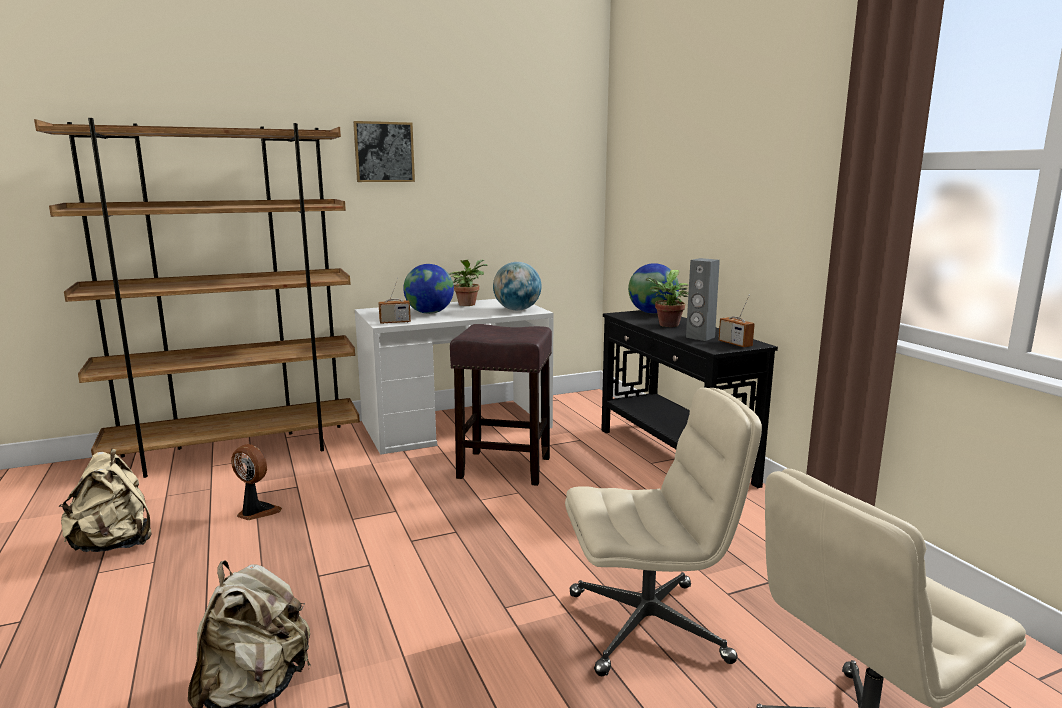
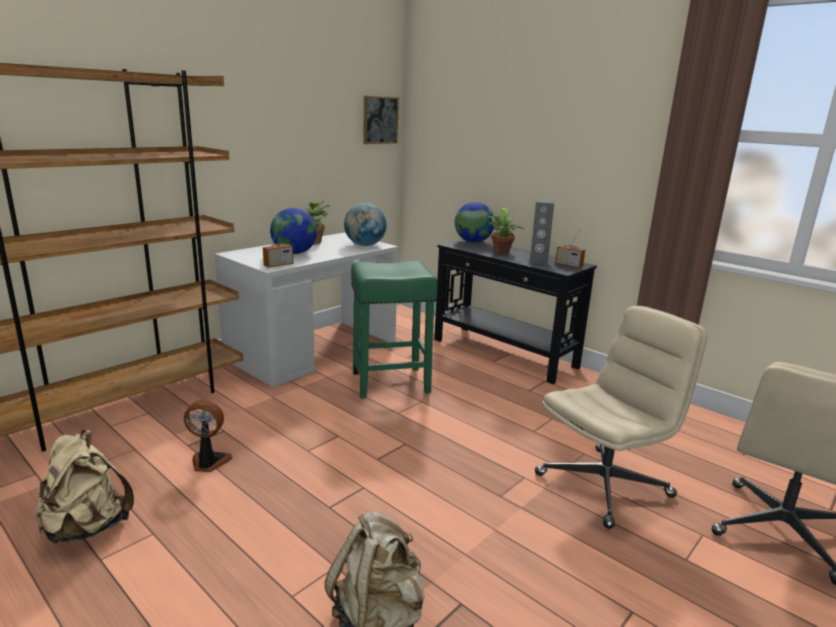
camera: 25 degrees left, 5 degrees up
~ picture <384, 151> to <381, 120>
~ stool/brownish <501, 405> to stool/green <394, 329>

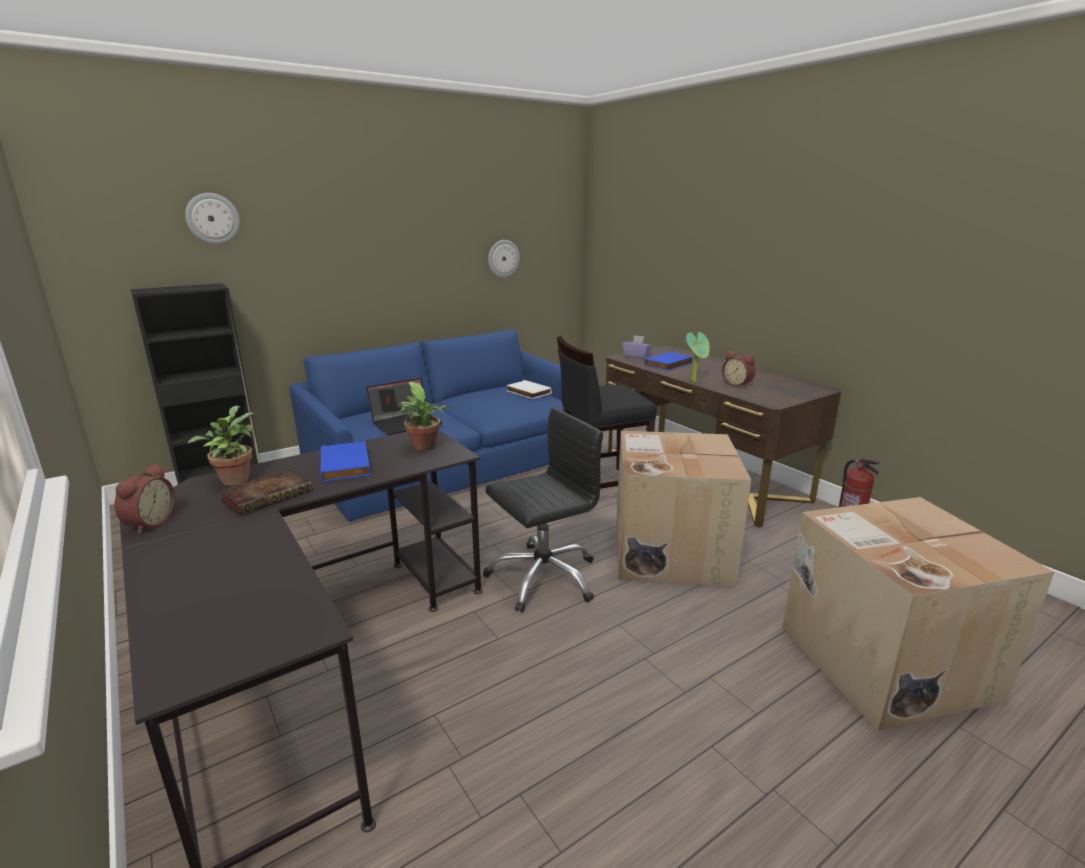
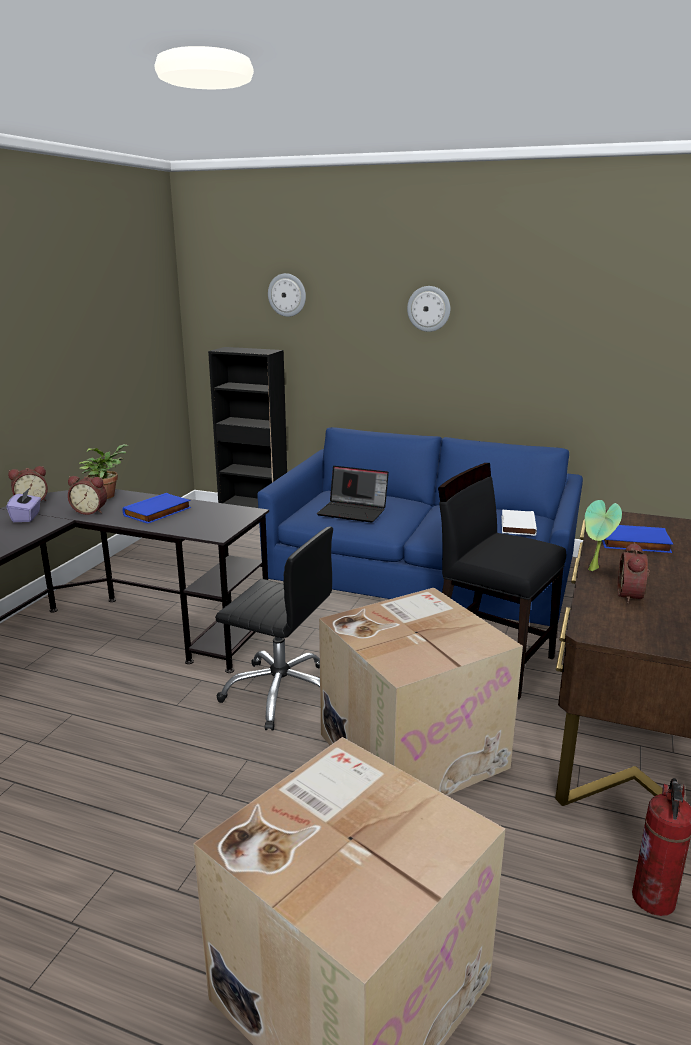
camera: 55 degrees right, 0 degrees up
~ bound book <265, 492> to table clock <87, 495>
- plant in a pot <425, 416>
~ wall clock <504, 259> to <428, 309>
~ tissue holder/purple-coloured <637, 347> to <24, 505>

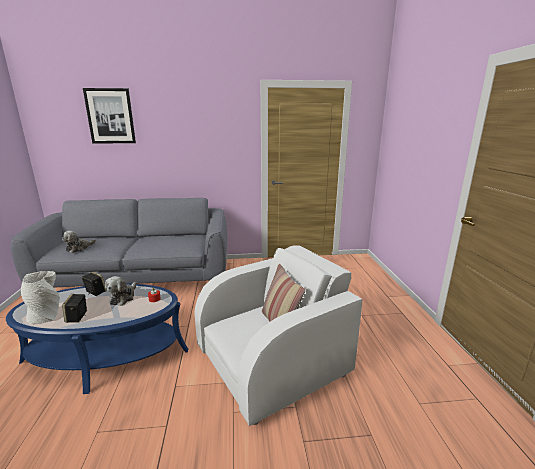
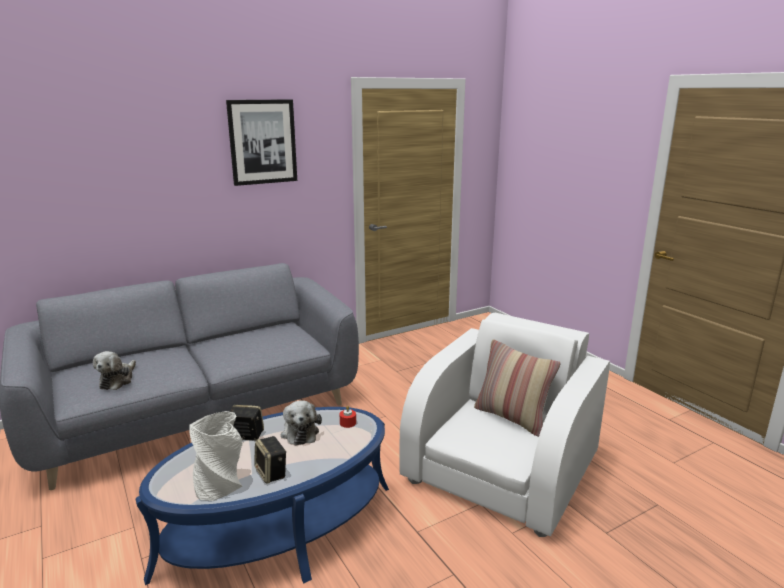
camera: 25 degrees left, 0 degrees up
~ picture <109, 116> to <261, 142>

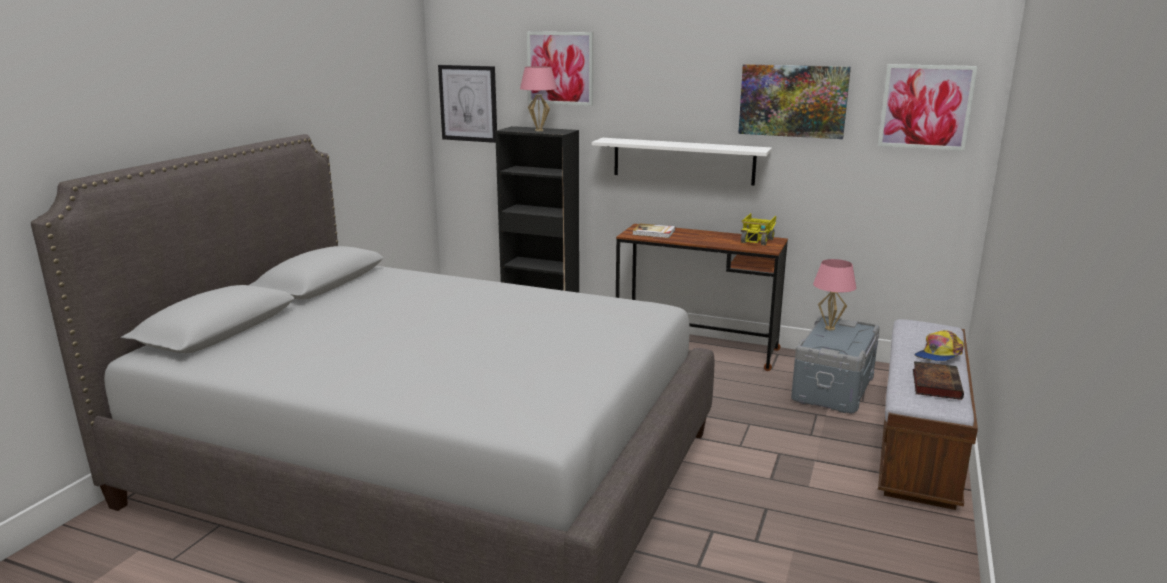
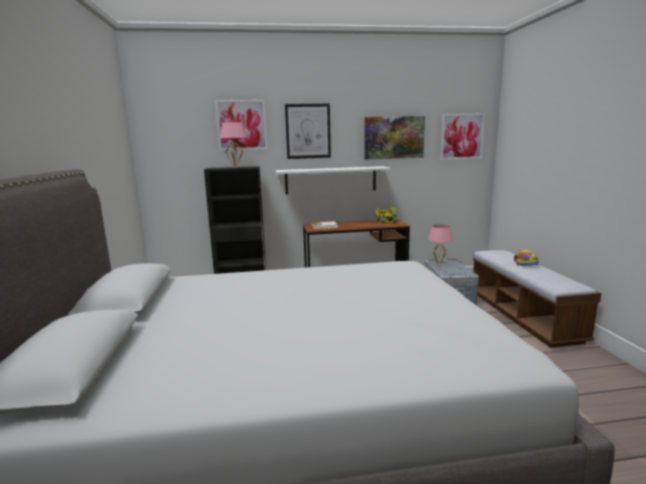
camera: 30 degrees left, 5 degrees down
~ picture <467, 104> to <308, 131>
- bound book <938, 380>

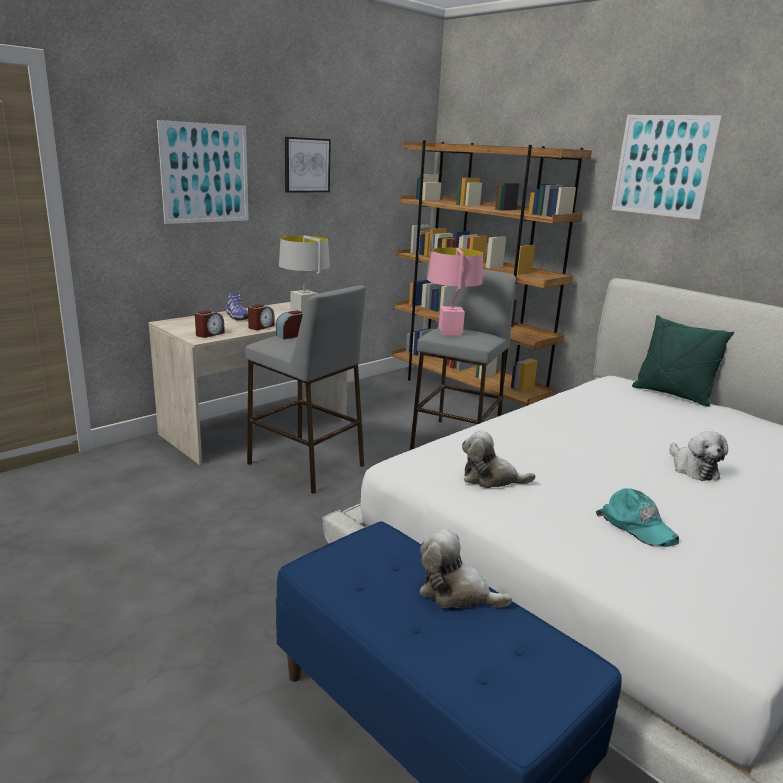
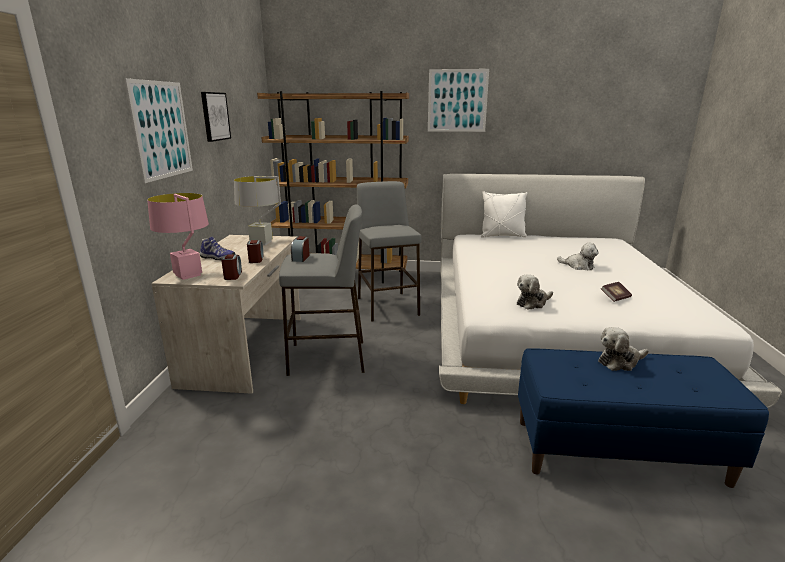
camera: 40 degrees left, 0 degrees up
~ lamp for a table/pink-coloured <455, 292> to <178, 236>
~ cap/turquoise <637, 517> to bound book <616, 292>
~ cushion/green <683, 361> to cushion/whitish <504, 214>

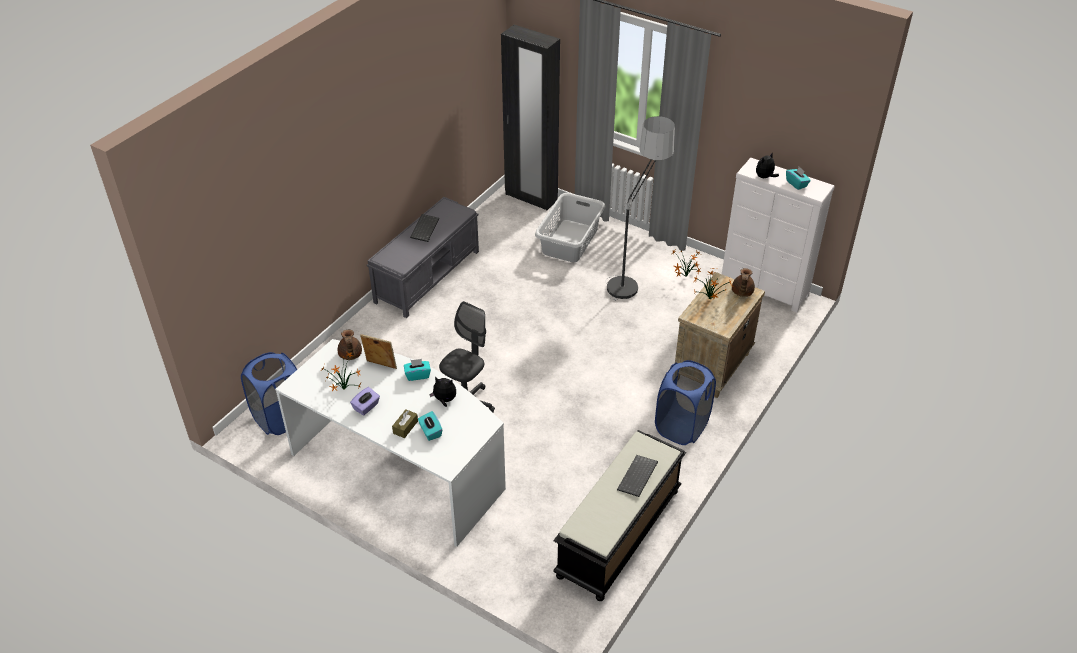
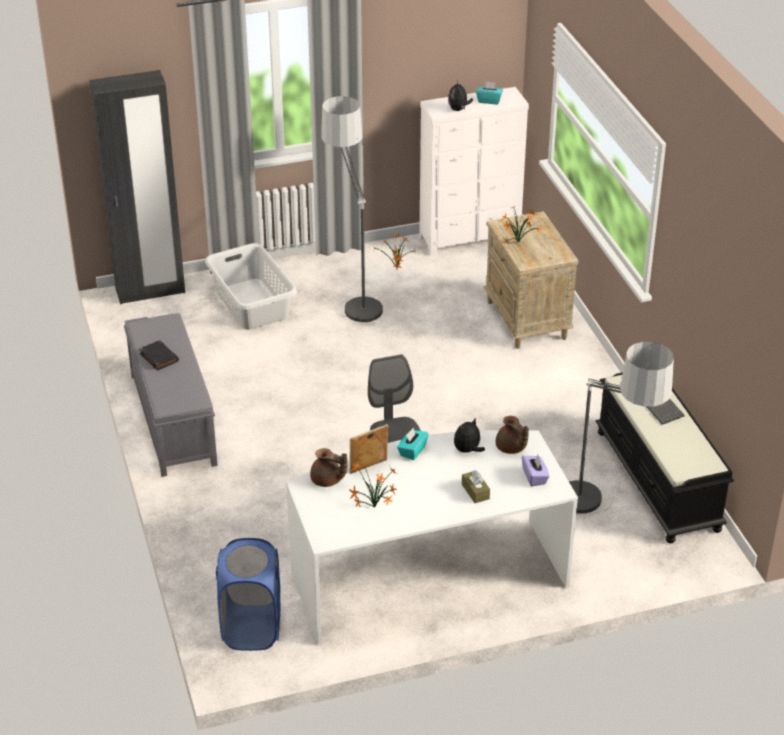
camera: 50 degrees left, 5 degrees down
~ tissue holder/purple-coloured <365, 401> to <535, 470>
~ computer keyboard <424, 228> to bound book/black <159, 355>
- tissue holder/turquoise <430, 426>
- washing basket/blue <685, 402>
~ teapot/brownish <743, 282> to <512, 435>
+ floor lamp <621, 428>

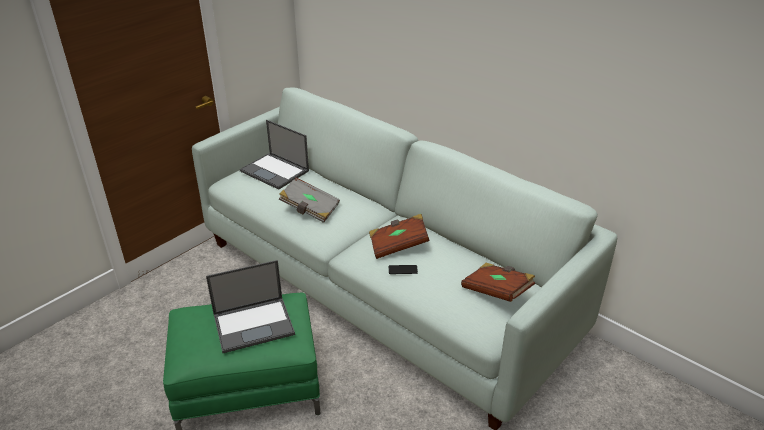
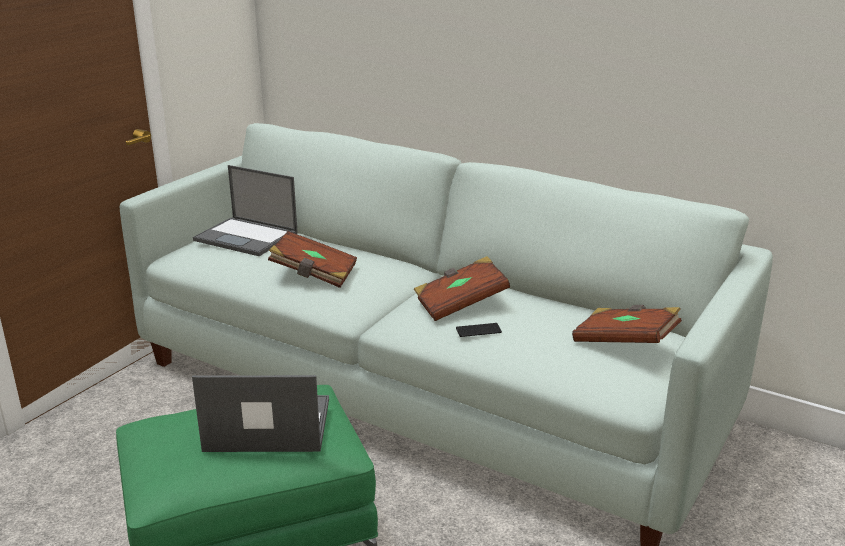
camera: 10 degrees left, 10 degrees down
~ laptop <250, 306> = <260, 413> 150 degrees counterclockwise
~ bound book/greyish <309, 200> to bound book/brownish <312, 259>

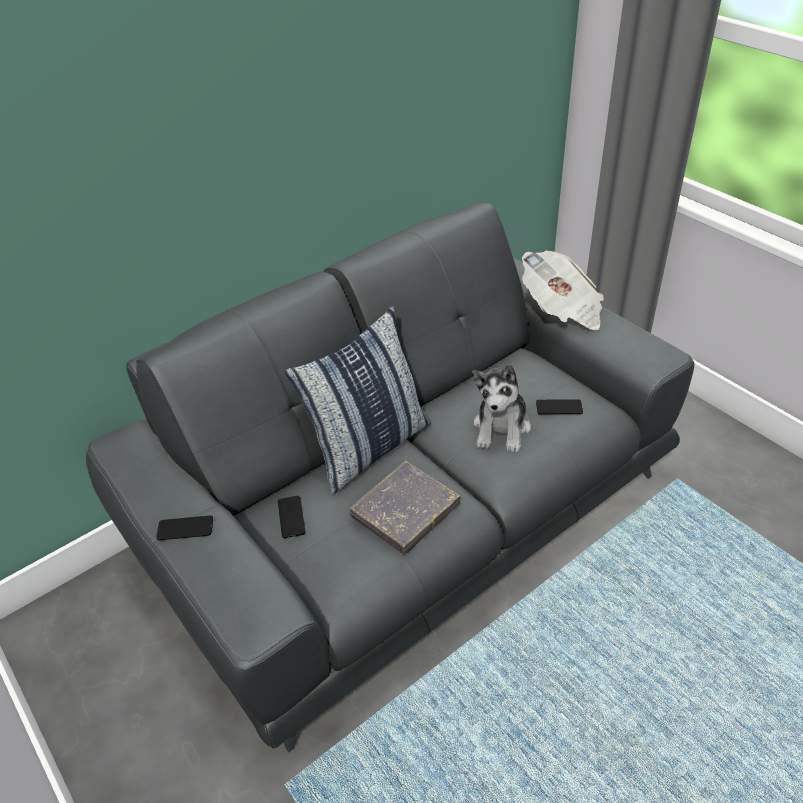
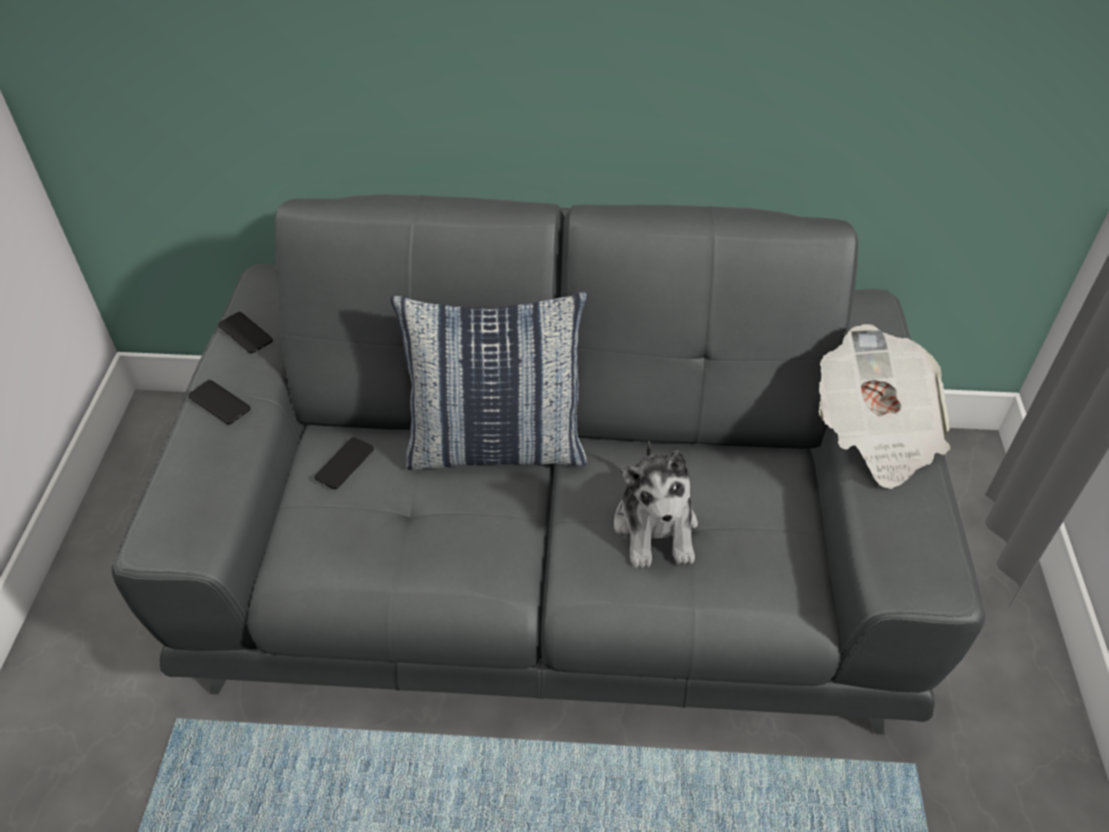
camera: 40 degrees right, 5 degrees up
- bound book/greyish <405, 507>
~ cuddly toy <501, 409> = <656, 504> 60 degrees counterclockwise
~ telephone <559, 406> to <245, 332>

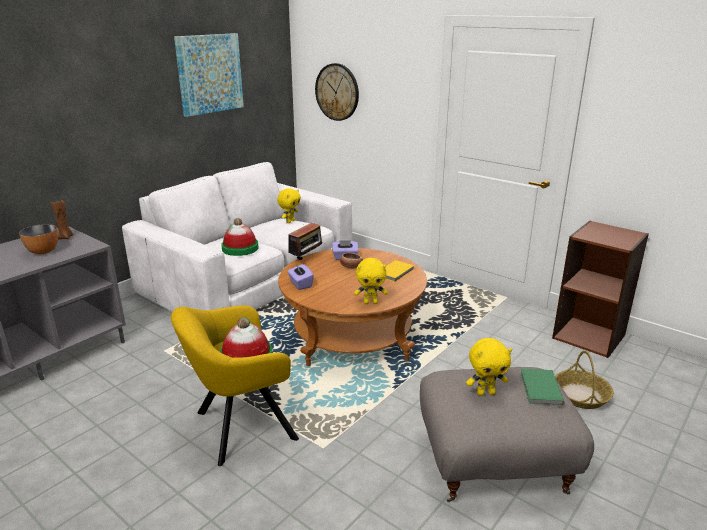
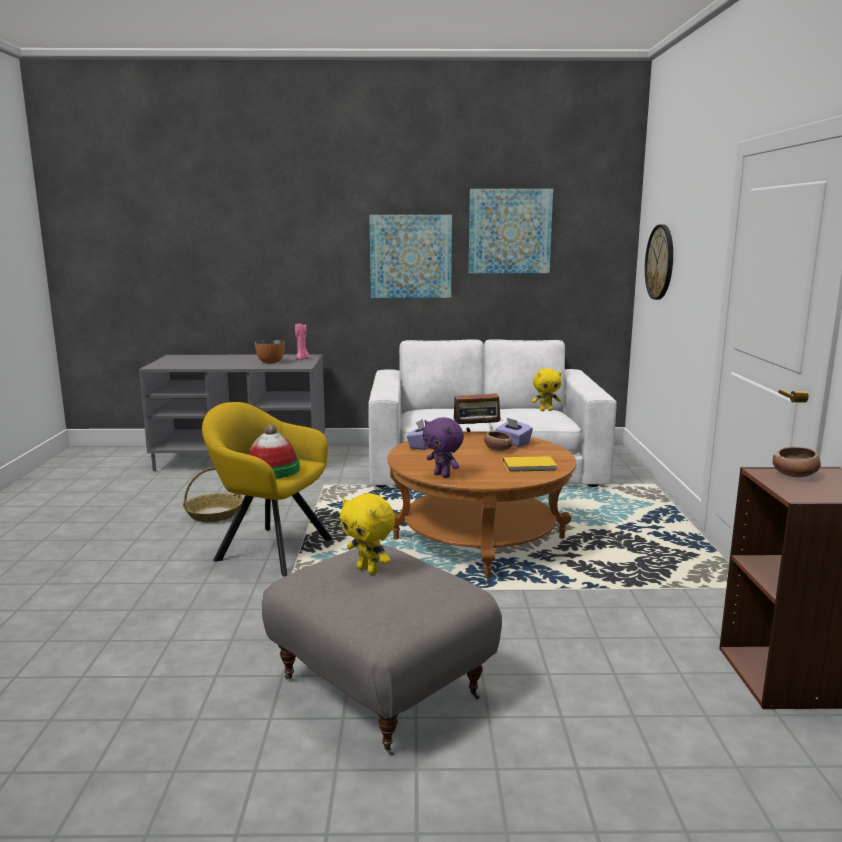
camera: 50 degrees right, 10 degrees down
~ wax candle/brownish <62, 219> to wax candle/pink-coloured <302, 341>
- hat <240, 237>
~ cuddly toy/yellow <371, 281> to cuddly toy/purple-coloured <443, 447>
- bound book/green <542, 387>
~ household basket <584, 380> to <212, 494>
+ picture <410, 256>
+ deep dish <797, 462>

